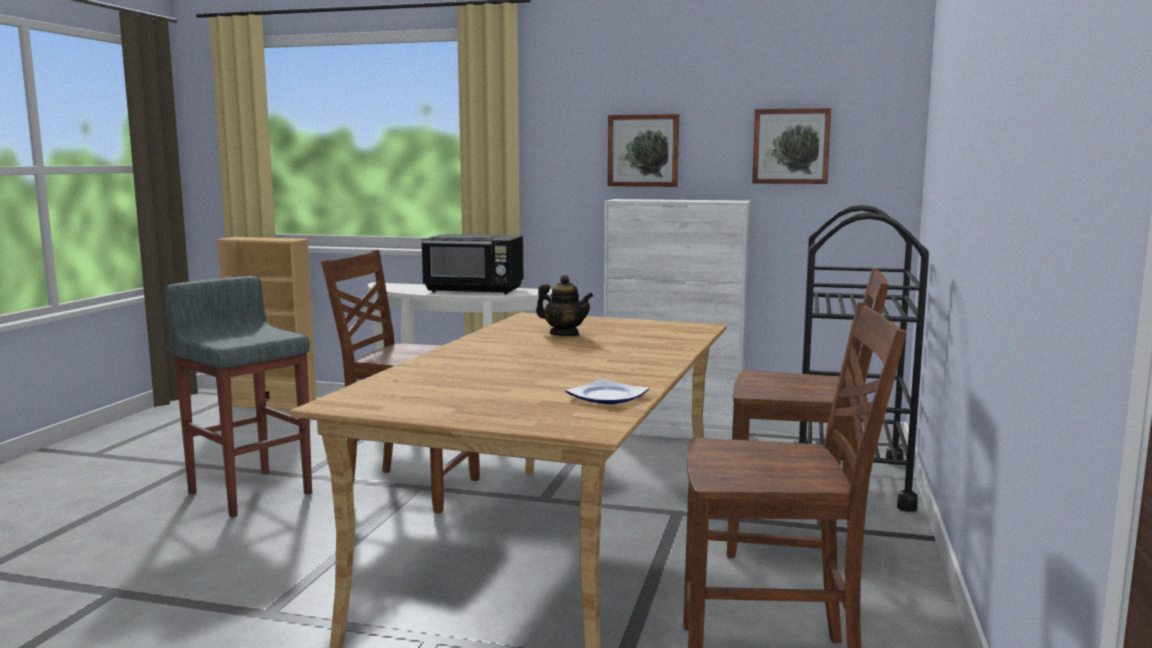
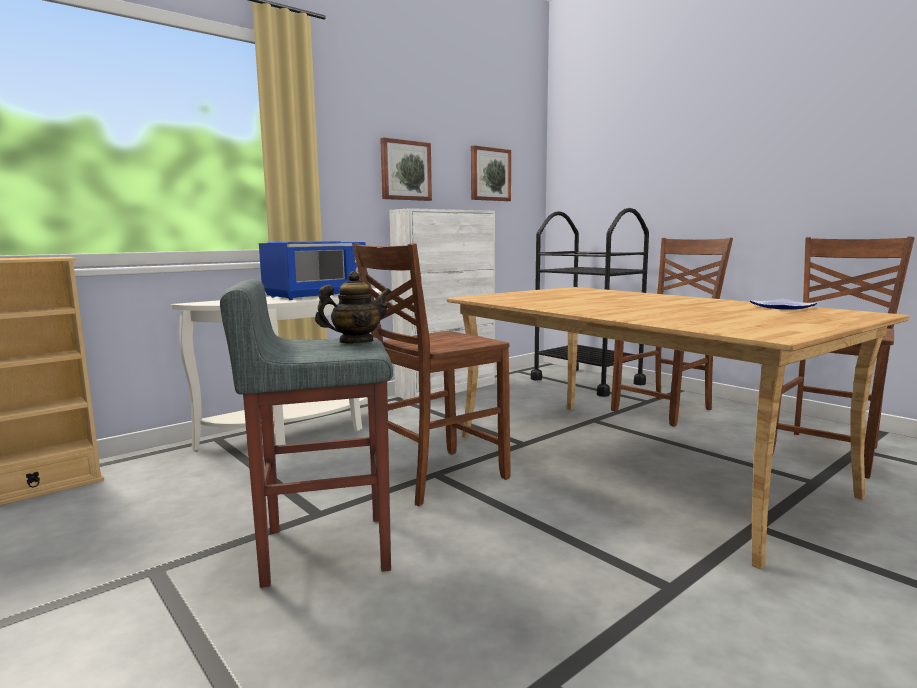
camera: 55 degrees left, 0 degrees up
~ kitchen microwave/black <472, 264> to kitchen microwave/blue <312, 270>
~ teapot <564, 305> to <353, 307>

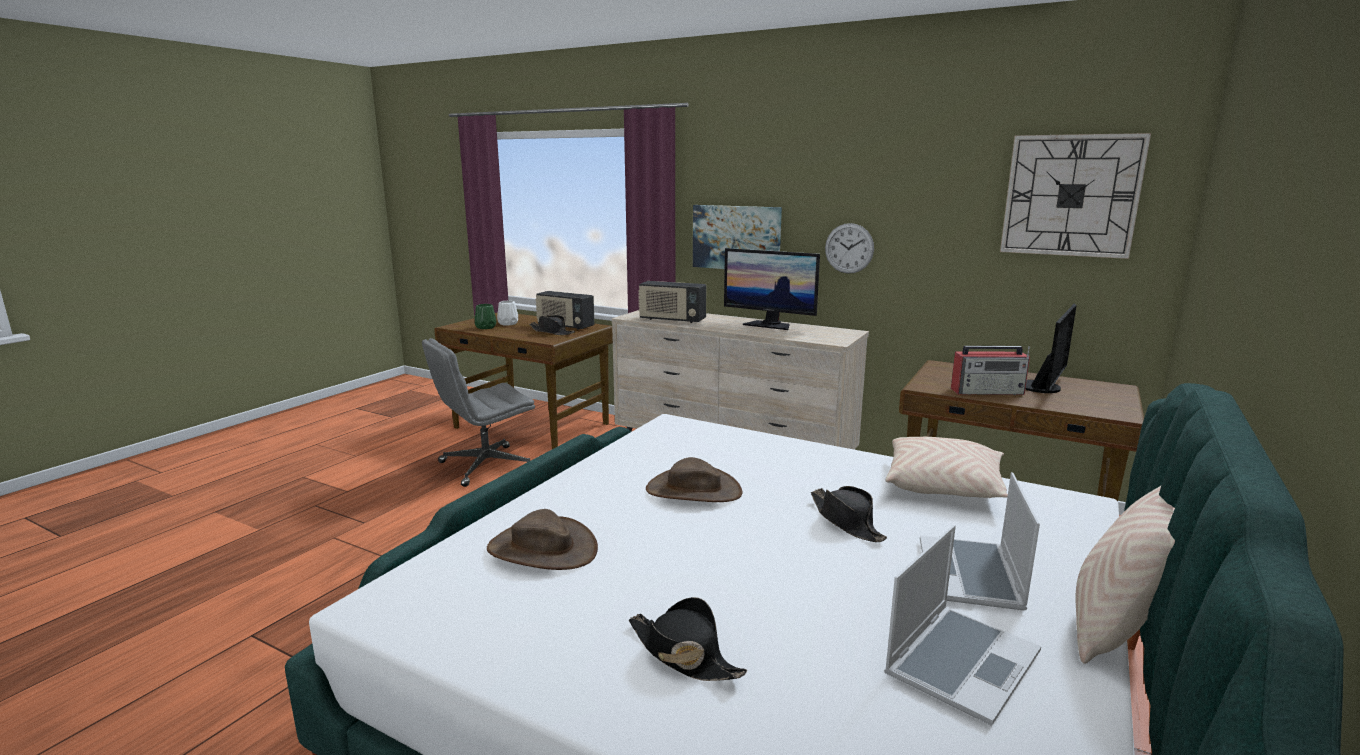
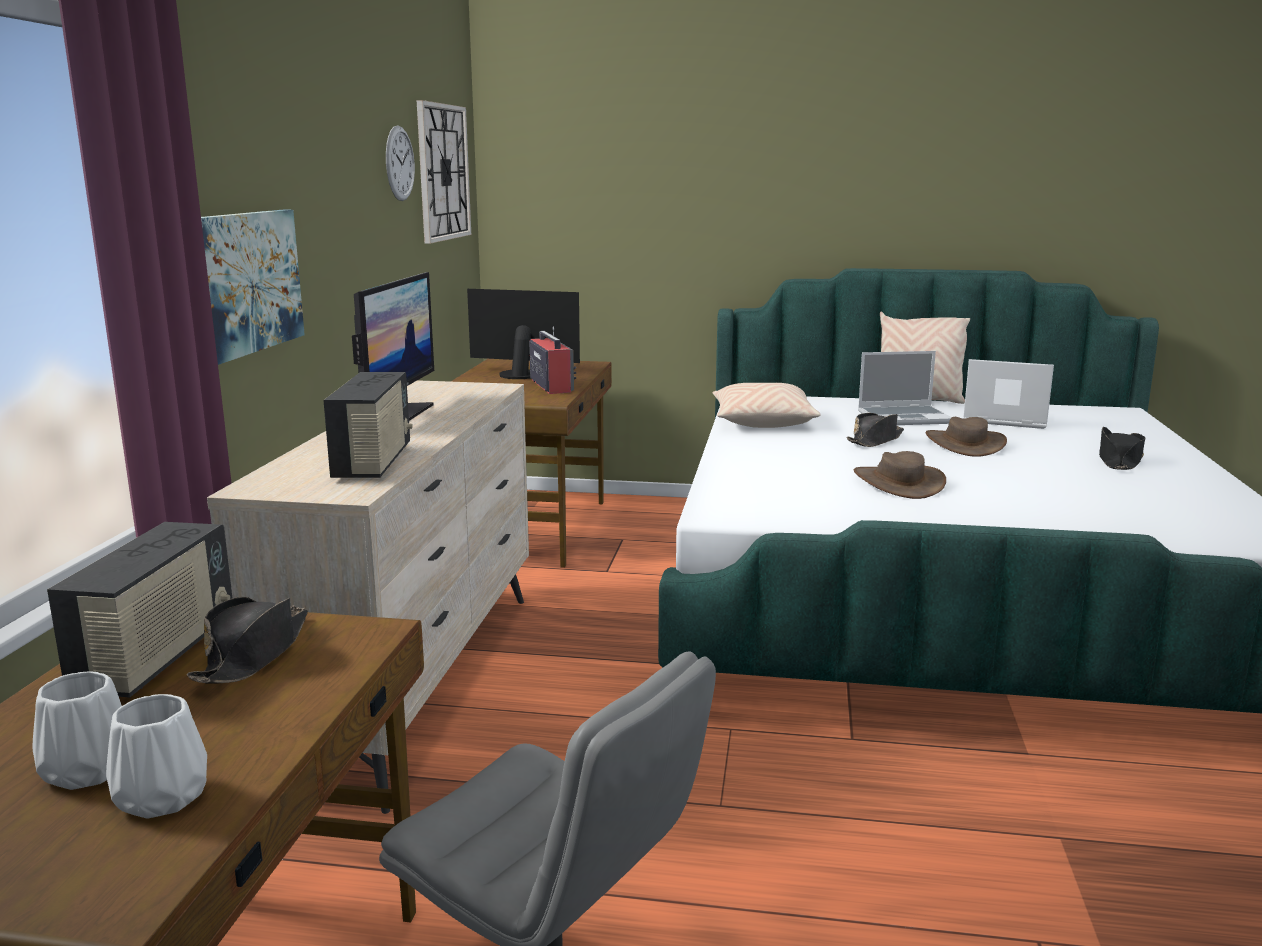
camera: 110 degrees left, 0 degrees up
~ decorative vase/green <485, 316> to decorative vase/whitish <156, 756>
~ hat/brownish <542, 539> to <966, 437>
~ wall clock <849, 248> to <400, 163>

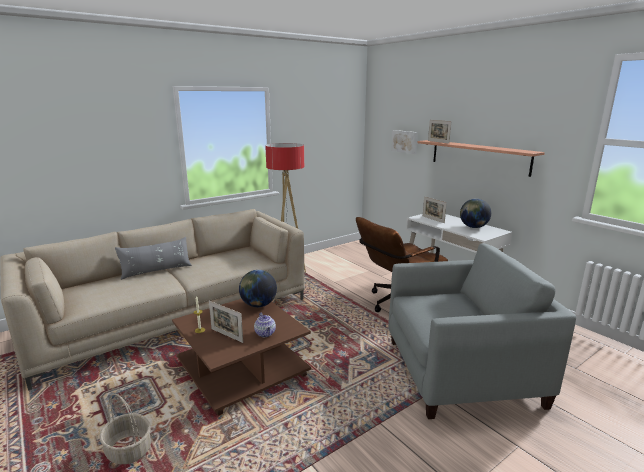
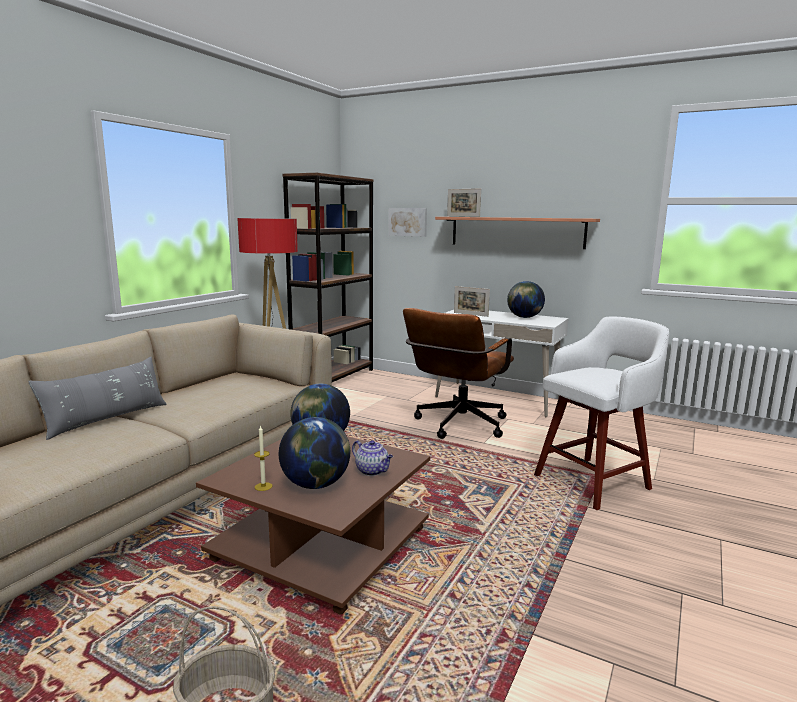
camera: 25 degrees left, 5 degrees down
~ standing frame <226, 322> to desk globe <314, 453>
~ easy chair/greyish <482, 331> to stool/whitish <601, 413>
+ bookshelf/brownish <328, 277>

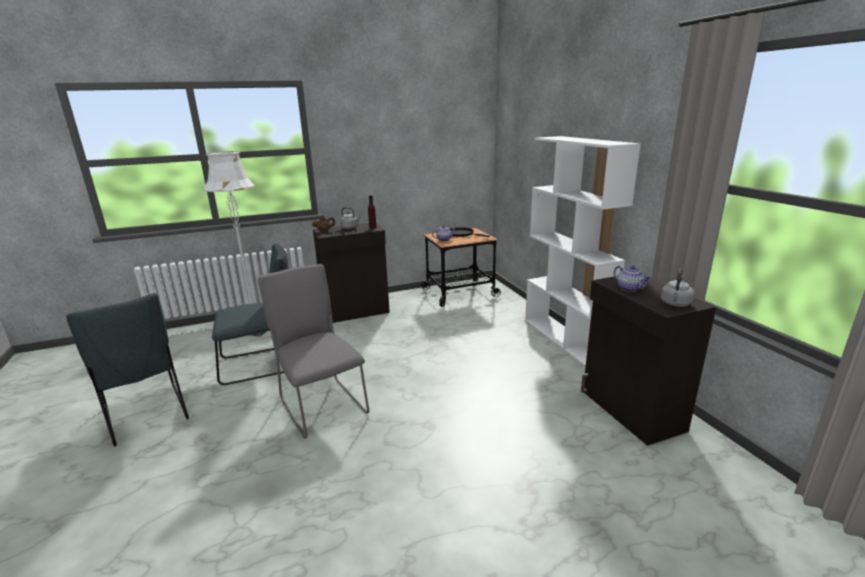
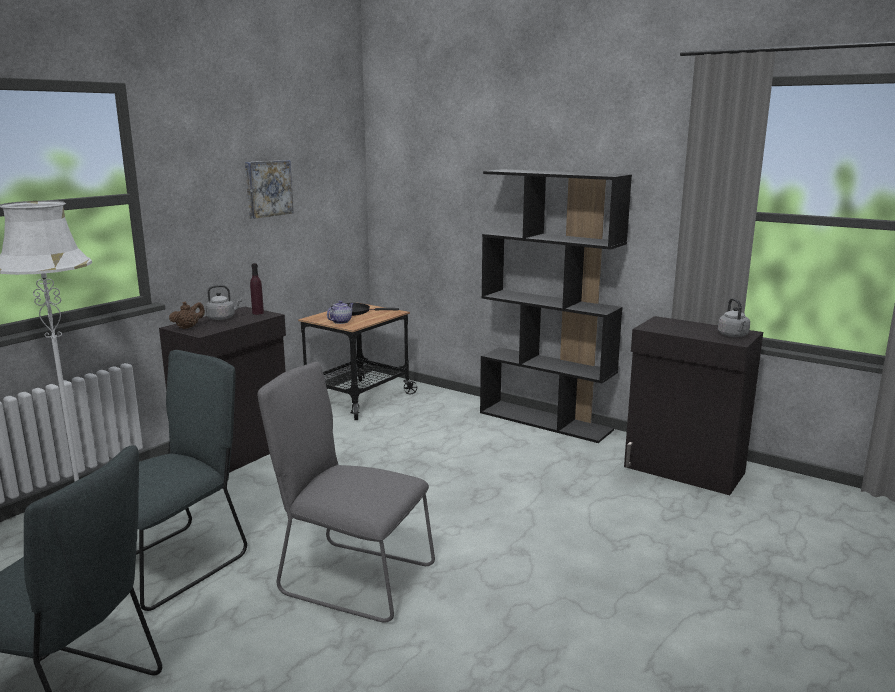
camera: 35 degrees left, 5 degrees down
~ bookshelf/whitish <583, 251> to bookshelf/black <556, 306>
- teapot <632, 279>
+ picture <269, 189>

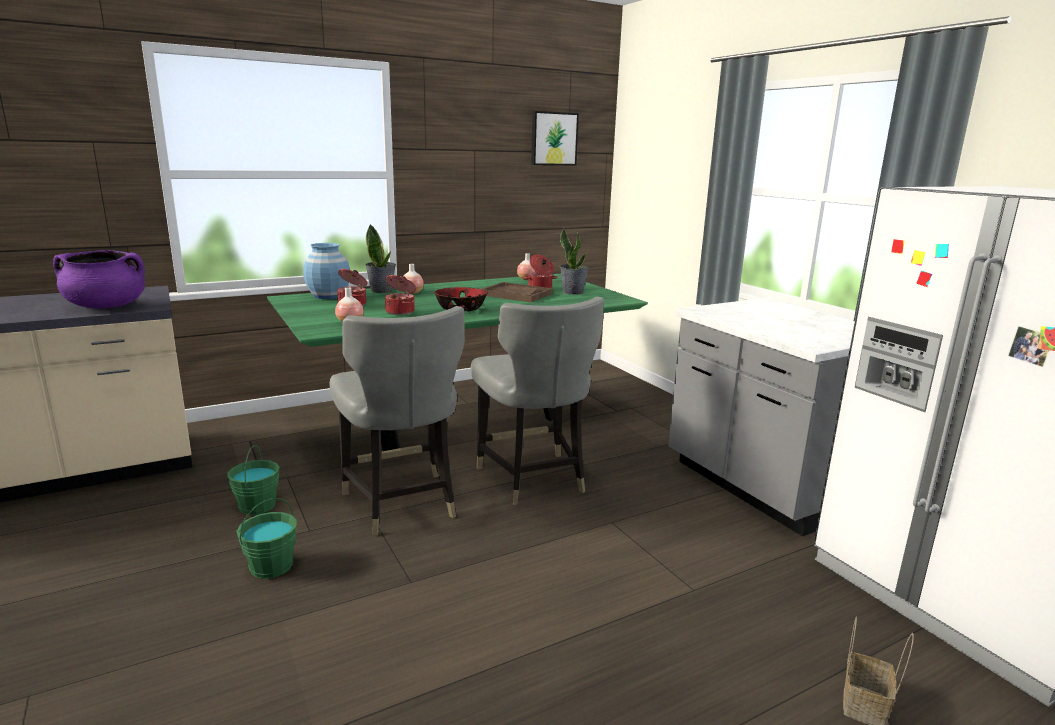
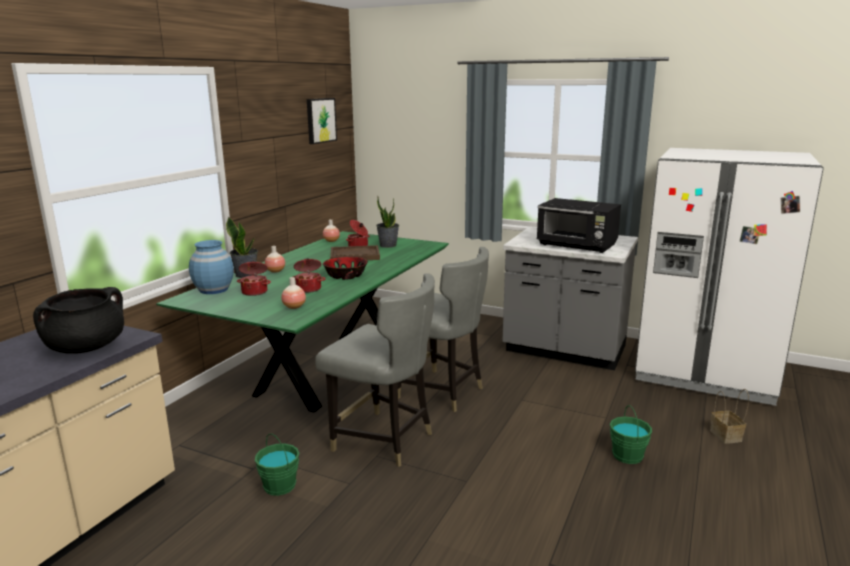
camera: 35 degrees left, 0 degrees up
~ stockpot/purple-coloured <99, 279> to stockpot/black <78, 320>
~ water bucket/green <266, 538> to <631, 434>
+ kitchen microwave/black <579, 225>

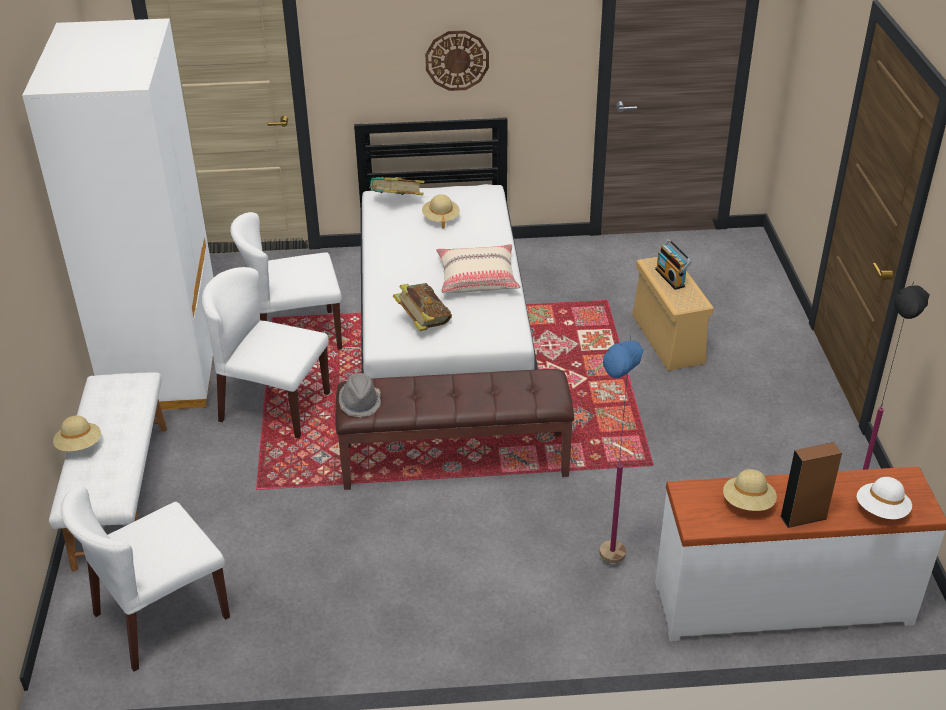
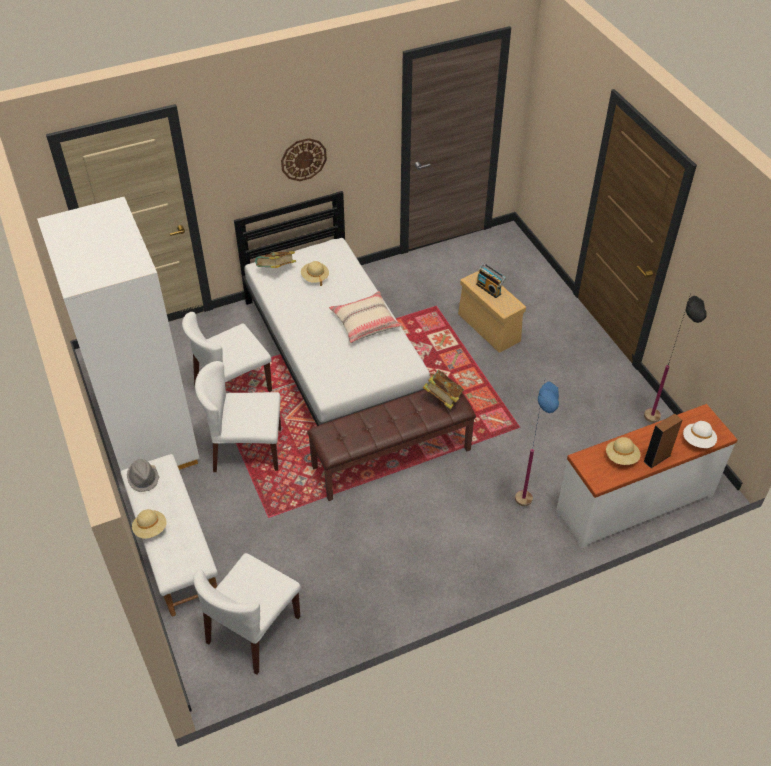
camera: 20 degrees left, 10 degrees up
~ hat/greyish <360, 395> to <143, 475>
~ bound book <422, 307> to <443, 389>

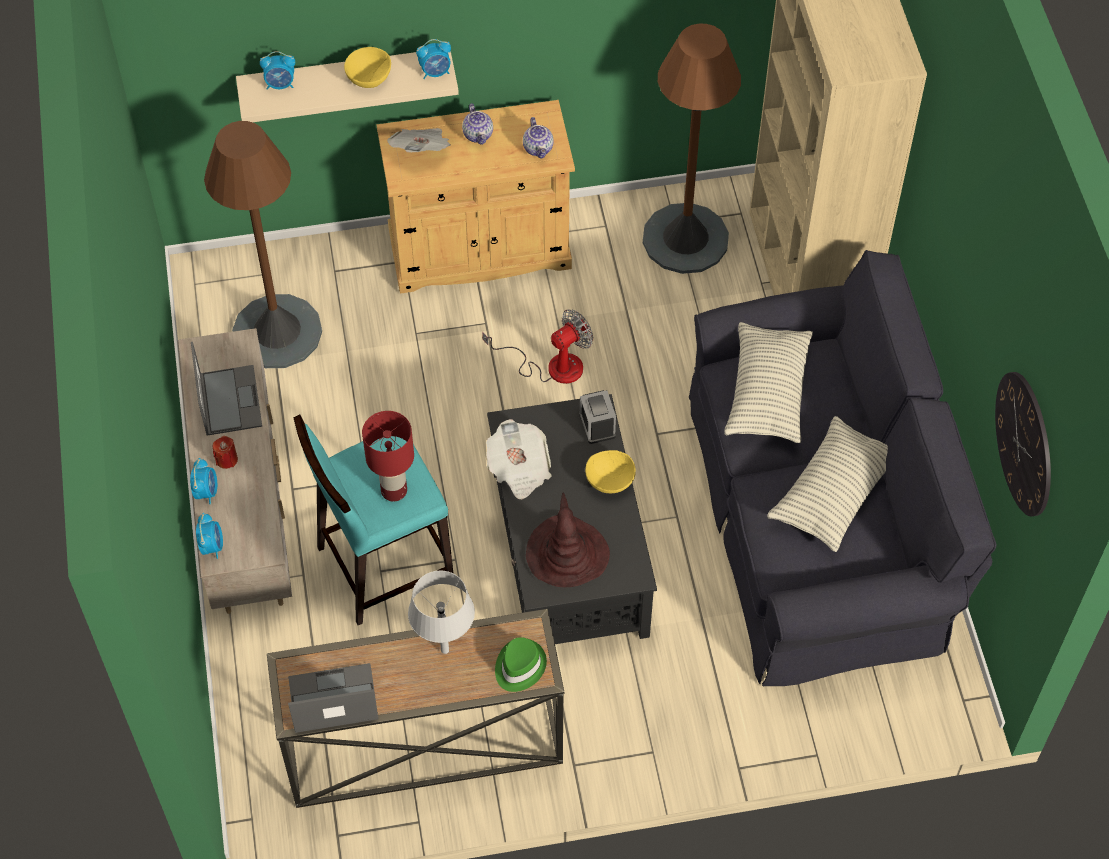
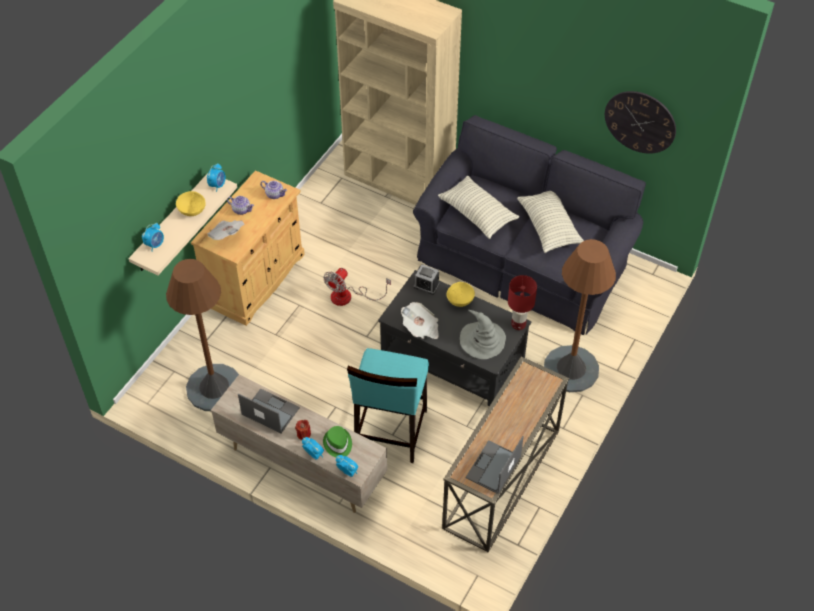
camera: 50 degrees left, 5 degrees down
~ lamp for a table/red <388, 456> to <522, 302>
- lamp for a table/greyish <441, 612>
~ cooling fan <537, 346> = <357, 287> 150 degrees counterclockwise
~ hat/green <521, 664> to <337, 441>
~ hat/brownish <568, 540> to hat/greyish <483, 334>
~ floor lamp/brownish <692, 148> to <580, 315>

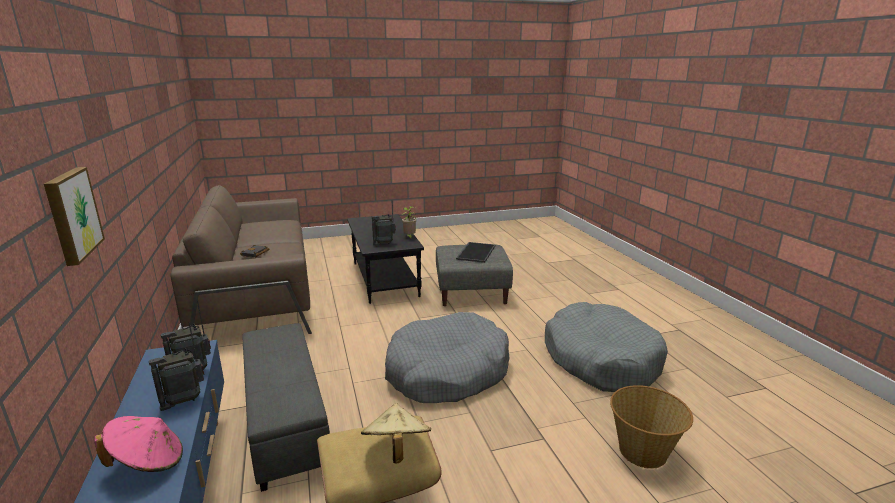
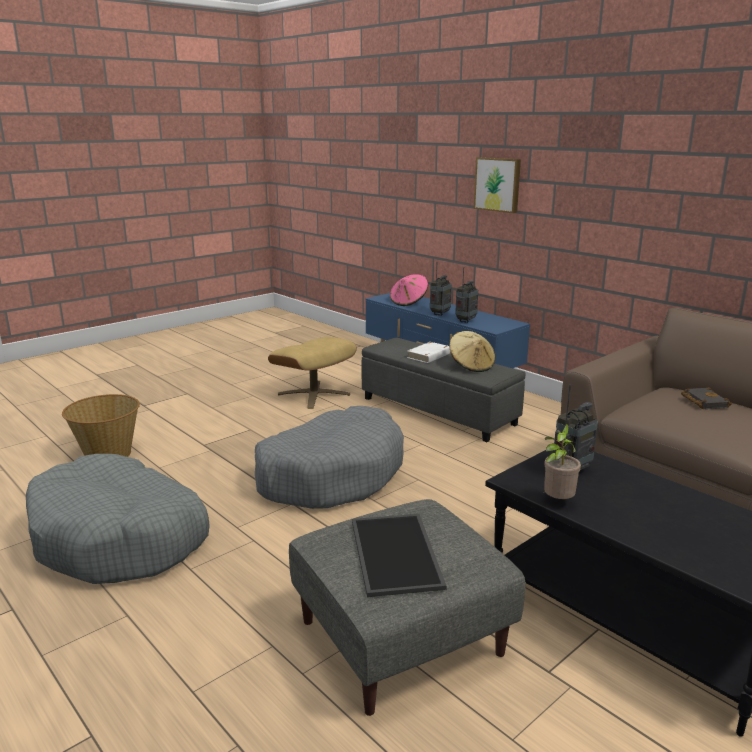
camera: 155 degrees right, 0 degrees up
~ hat/beige <396, 433> to <472, 351>
+ bound book/whitish <428, 352>

